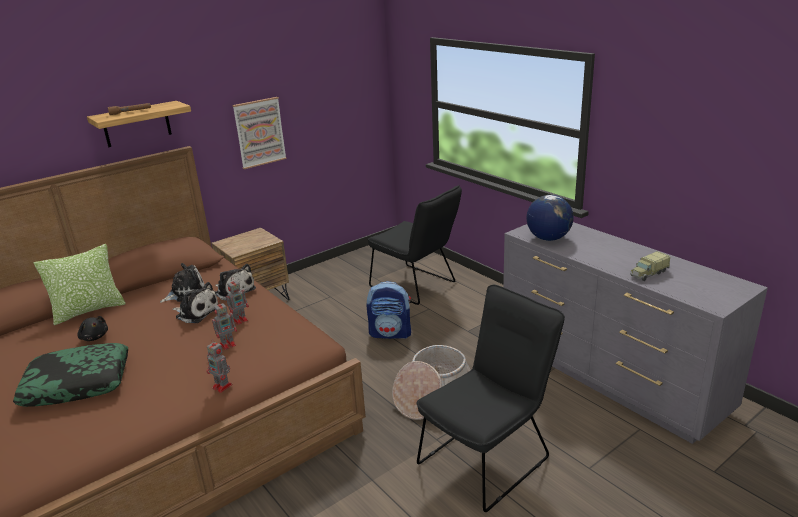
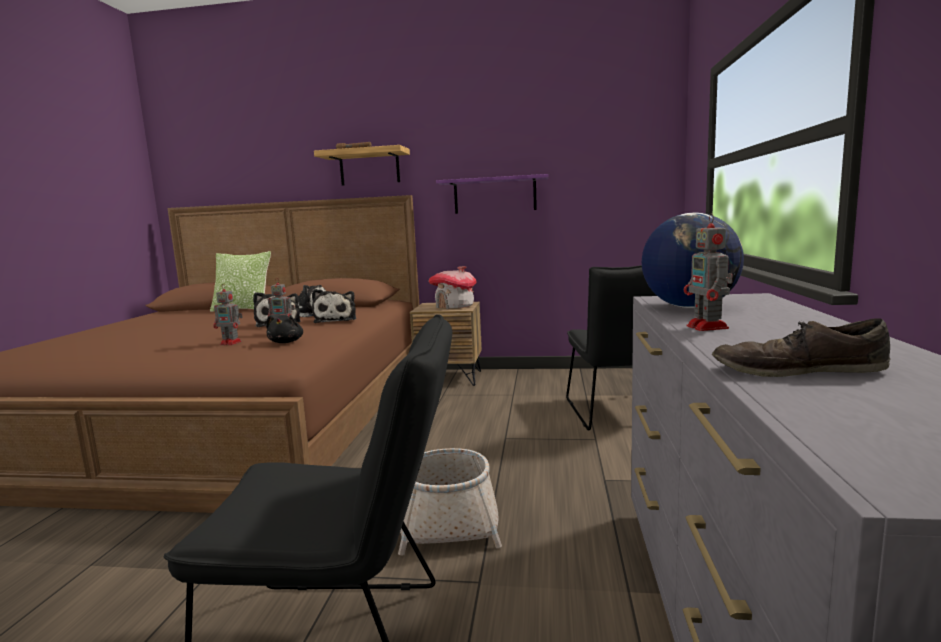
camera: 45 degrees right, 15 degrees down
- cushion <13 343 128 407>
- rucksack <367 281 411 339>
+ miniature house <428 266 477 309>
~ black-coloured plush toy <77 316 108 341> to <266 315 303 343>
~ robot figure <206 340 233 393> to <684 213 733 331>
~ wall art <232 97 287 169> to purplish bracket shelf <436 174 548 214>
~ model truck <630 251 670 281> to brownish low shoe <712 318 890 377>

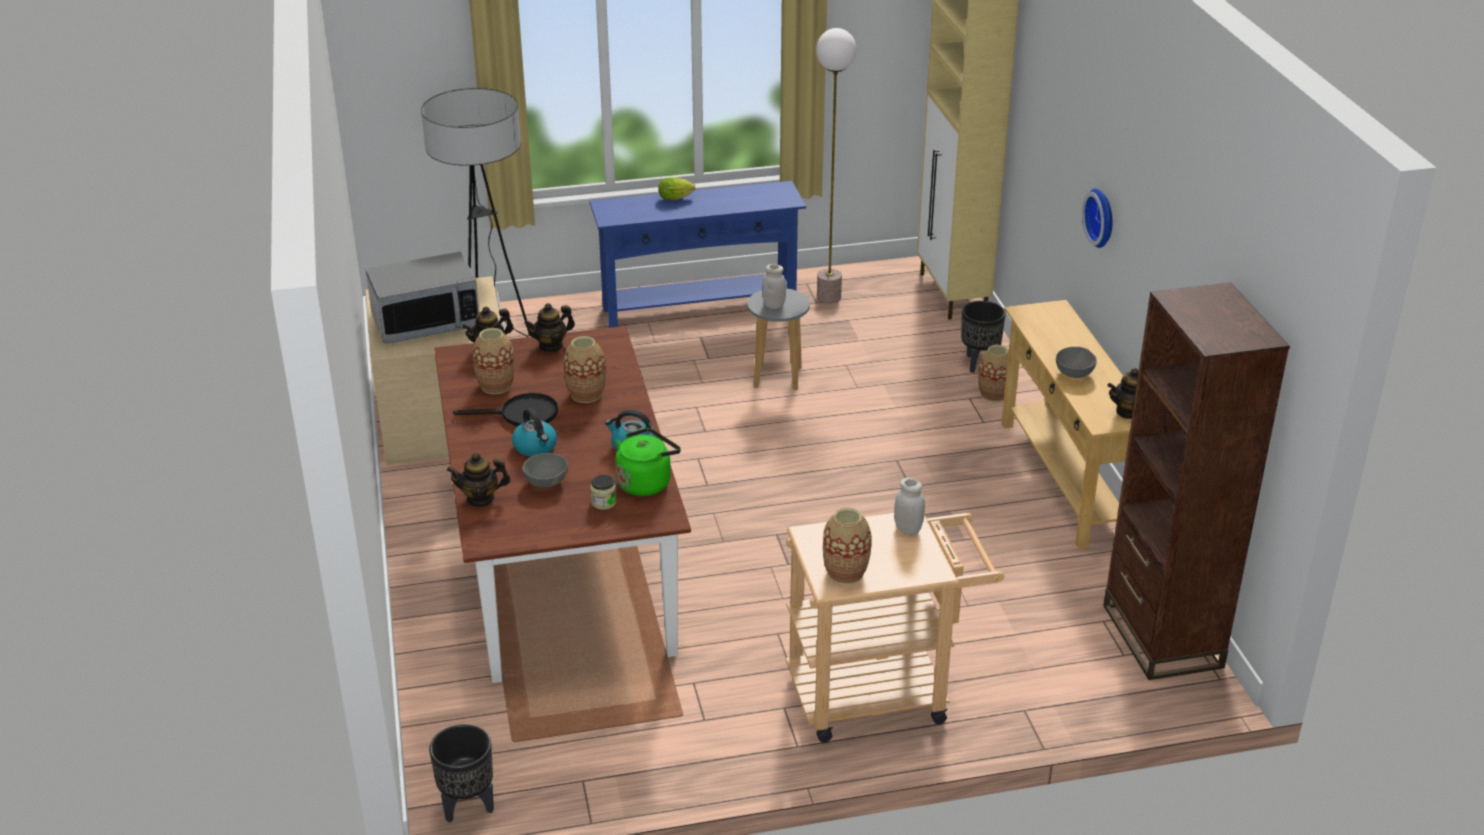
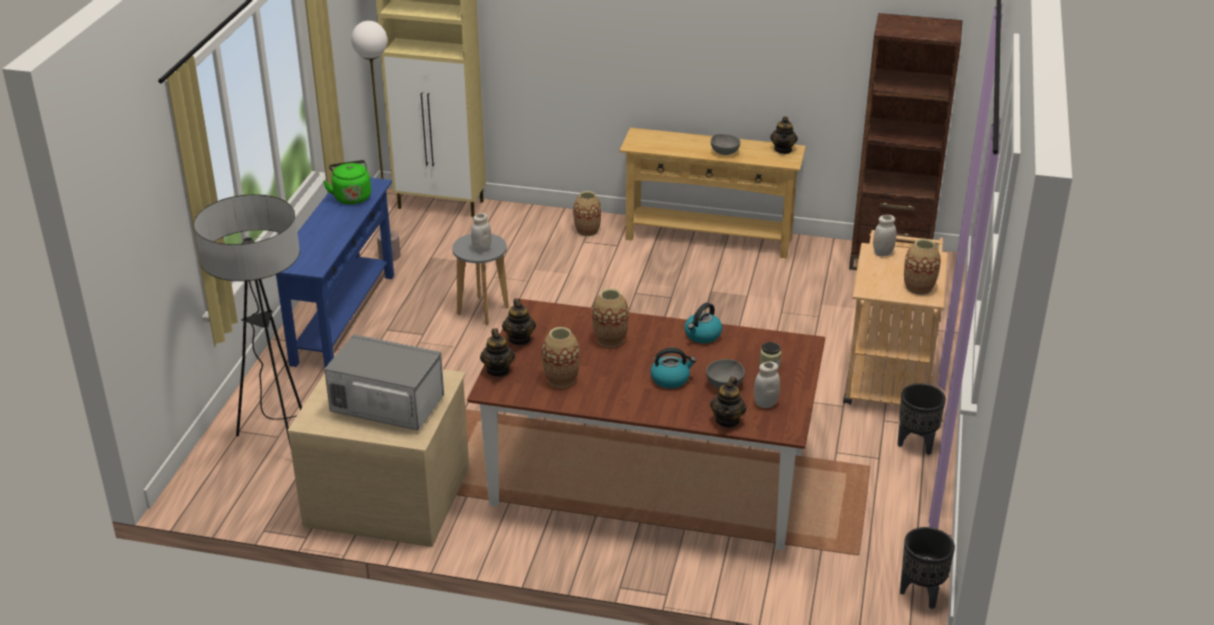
camera: 65 degrees left, 0 degrees up
- black-coloured pan <453 393 558 427>
- head of lettuce <658 177 695 200>
- hanging clock <1082 189 1112 248>
+ white storage jar <754 361 780 408>
~ green-coloured water kettle <615 428 681 496> to <323 160 371 205>
~ black-coloured planter <961 301 1006 373> to <898 383 946 455>
~ kitchen microwave <366 252 479 344> = <324 334 444 430> 75 degrees counterclockwise

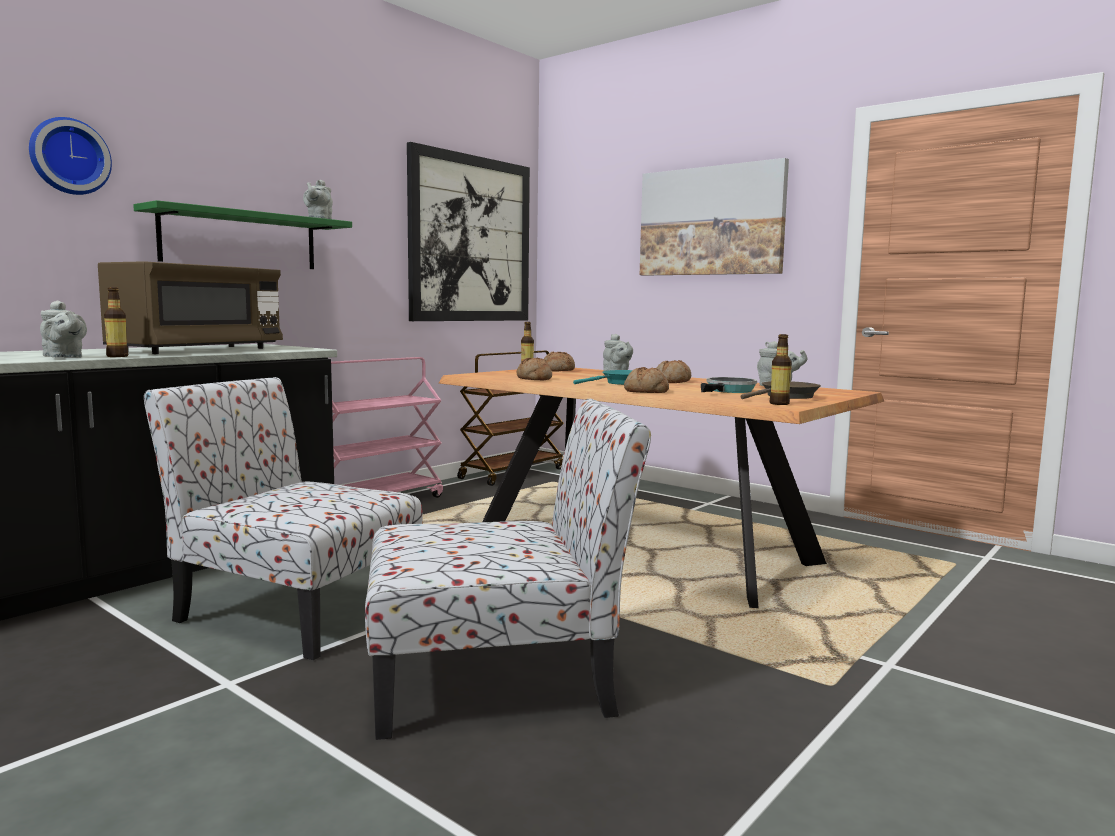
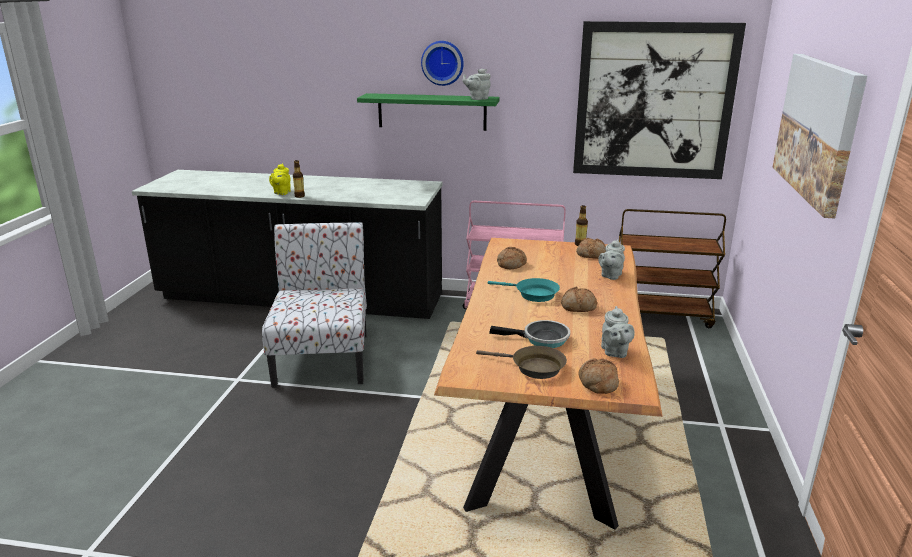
camera: 60 degrees right, 15 degrees up
- brownish kitchen microwave <98 261 283 354>
- upright chair <365 399 651 740>
- bottle <770 334 792 405>
~ hanging clock <29 117 112 195> to <421 41 464 86>
~ bread <624 367 669 393> to <579 358 619 394>
~ greyish tea pot <40 300 87 358> to yellow-coloured tea pot <269 163 291 195>

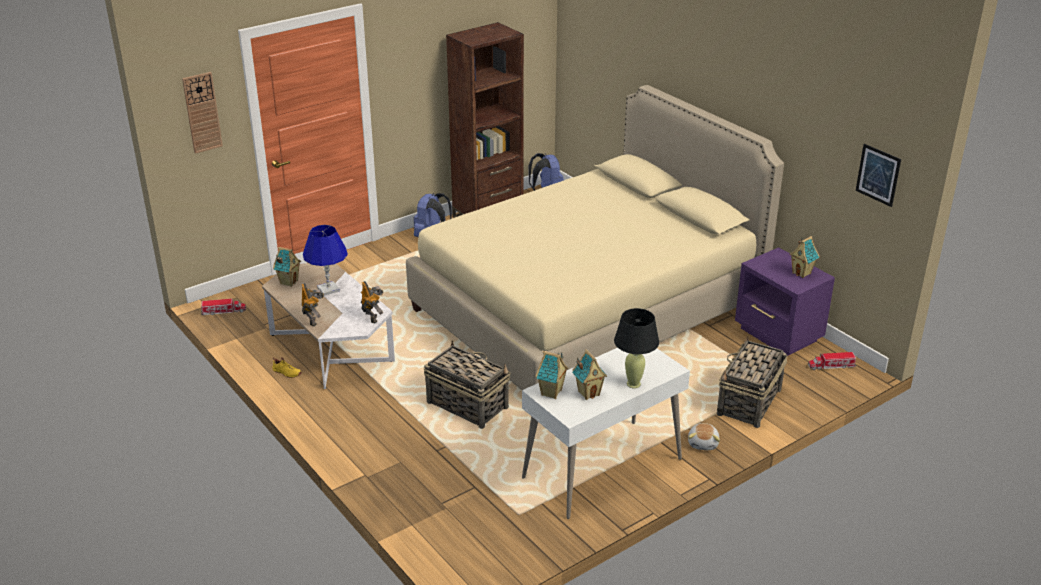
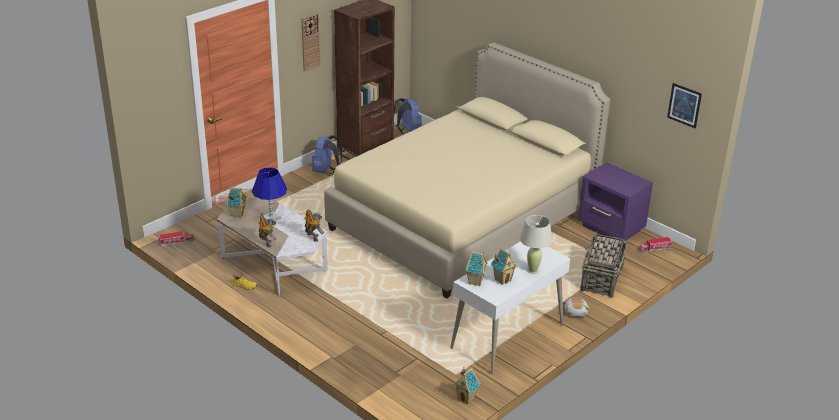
camera: 10 degrees left, 0 degrees up
- household basket <424 340 510 429>
~ hanging clock <182 72 223 154> to <301 13 321 72>
~ miniature house <789 236 819 278> to <454 367 481 404>
~ black-coloured table lamp <614 308 659 388> to sand-coloured table lamp <520 215 553 274>

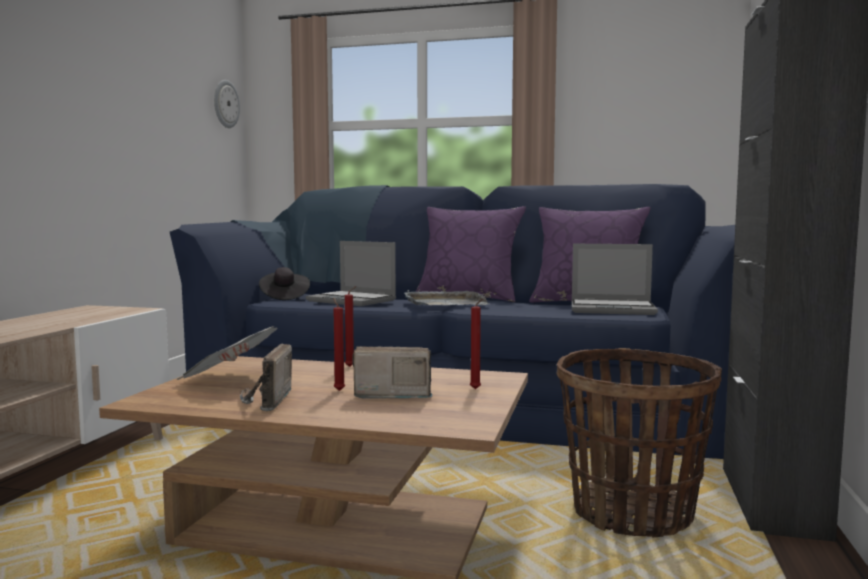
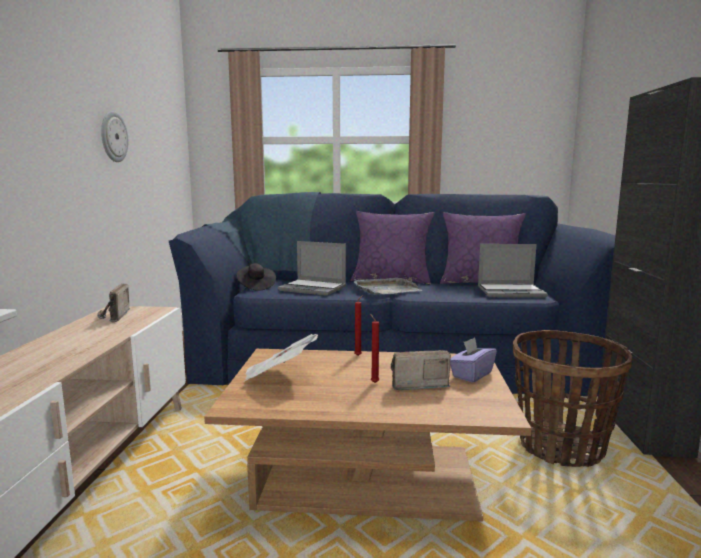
camera: 10 degrees left, 5 degrees up
~ hanging clock <214 80 240 128> to <101 111 128 162>
~ radio receiver <240 343 292 411> to <97 283 130 322>
~ red-coloured wax light <470 299 483 389> to purplish tissue box <450 337 497 383>

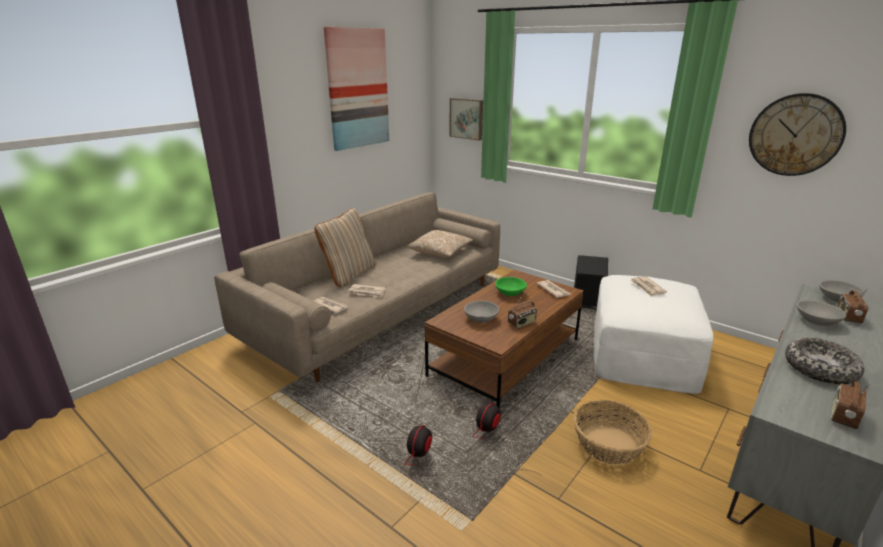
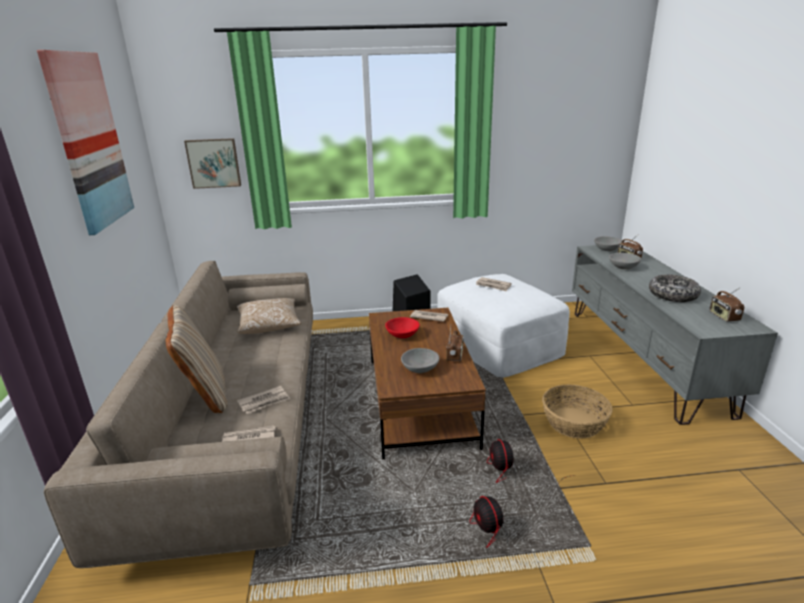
camera: 45 degrees left, 0 degrees up
- hanging clock <749 93 846 176>
~ green-coloured bowl <495 277 527 296> to red-coloured bowl <385 317 420 338>

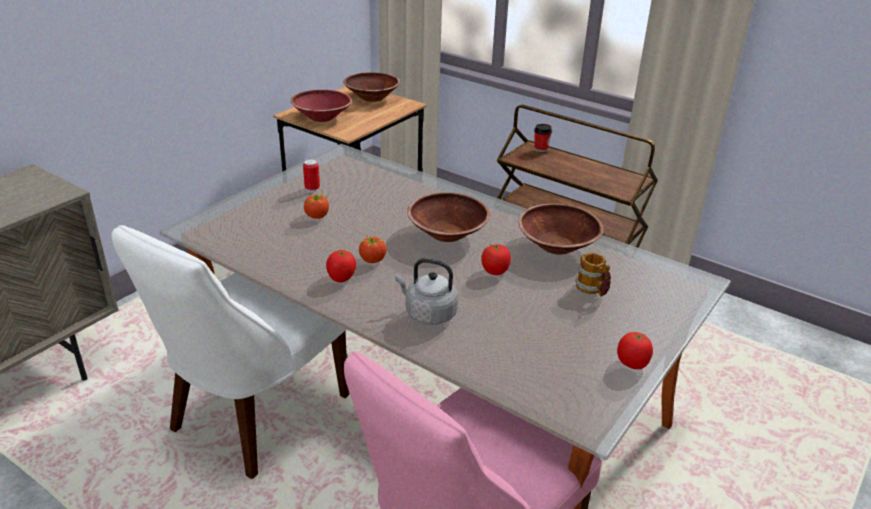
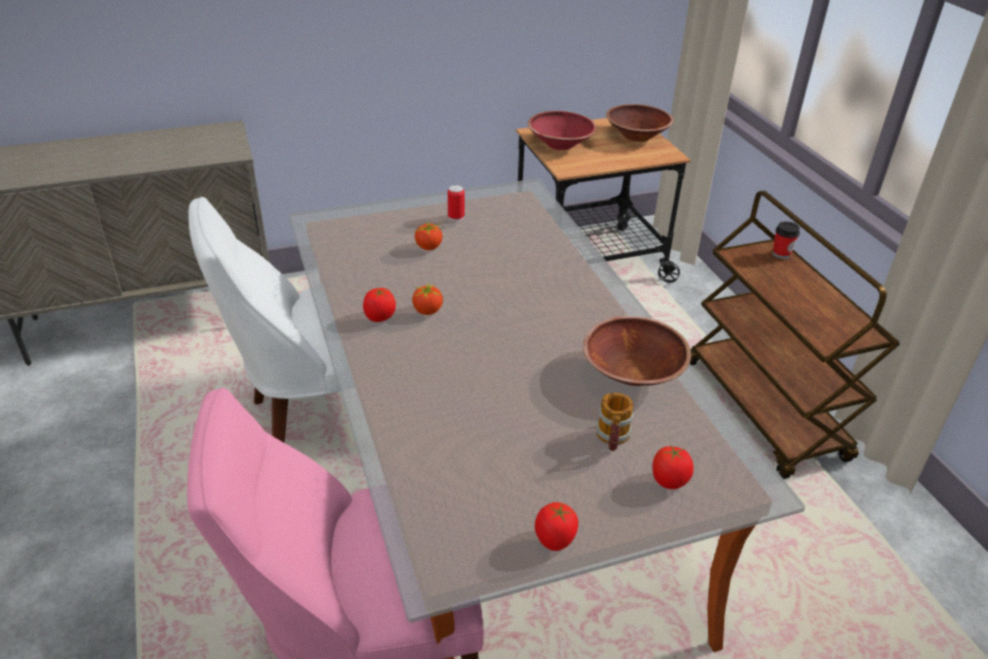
camera: 35 degrees right, 5 degrees up
- greyish water kettle <395 258 458 325>
- brownish bowl <407 192 490 242>
~ whole tomato <481 243 511 275> to <652 445 694 489>

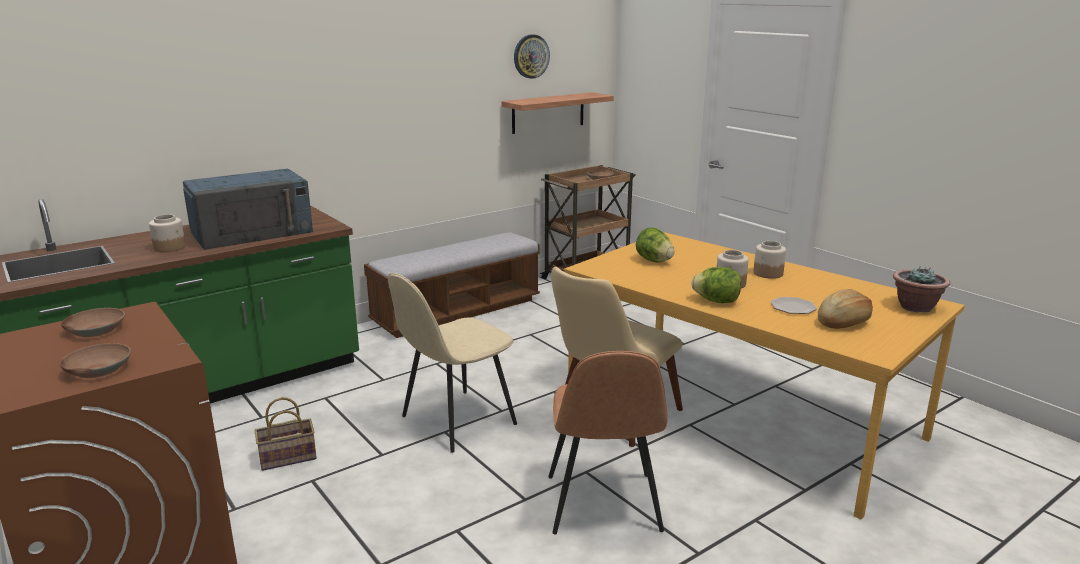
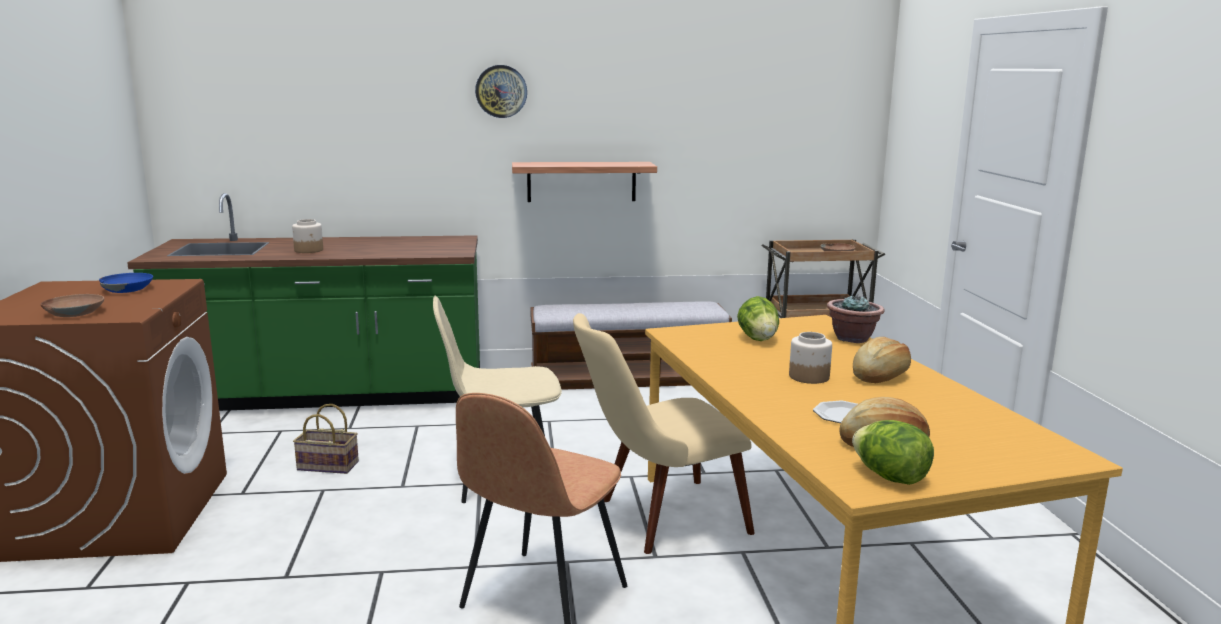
camera: 30 degrees right, 5 degrees down
- blue-coloured kitchen microwave <183 169 313 250>
~ bracket shelf <502 92 614 134> to <512 162 657 202>
~ hanging clock <514 35 550 79> to <475 65 527 118>
~ head of lettuce <691 267 741 303> to <852 420 934 485>
~ plant in a pot <893 266 950 312> to <827 294 884 343>
~ storage jar <753 241 786 279> to bread <853 337 911 383>
~ brownish bowl <61 308 125 337> to blue-coloured bowl <99 273 153 293>

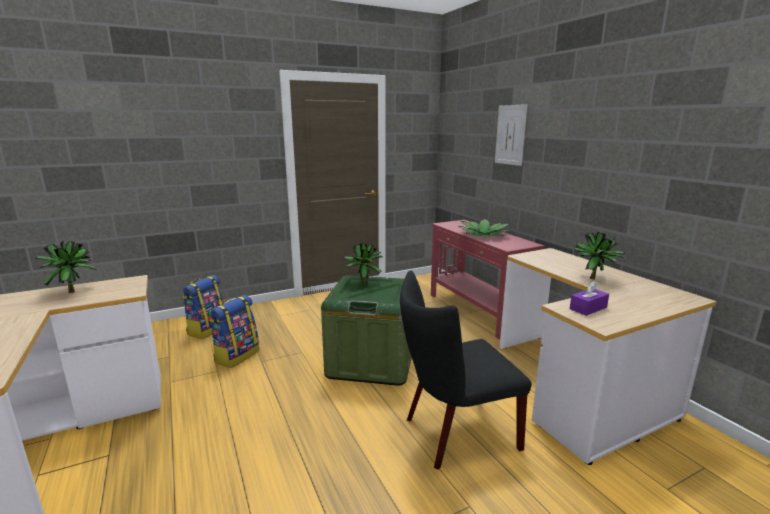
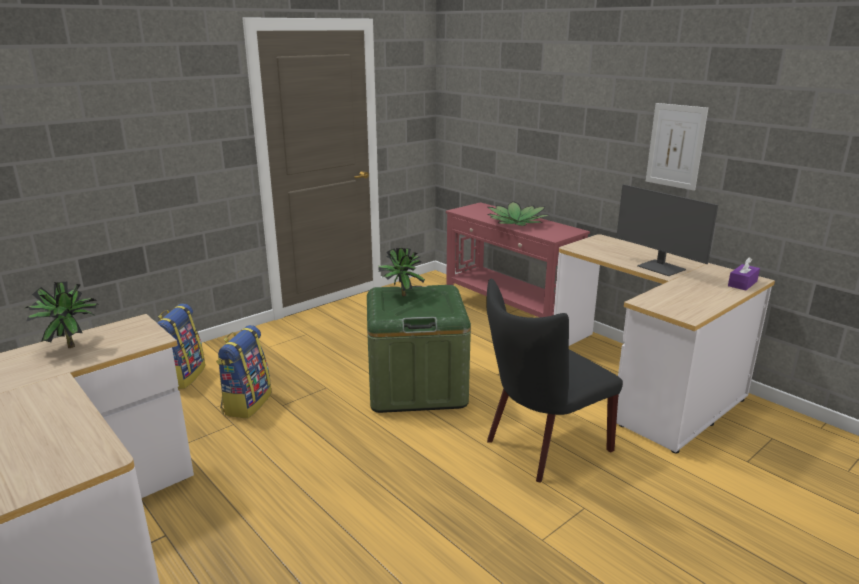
camera: 15 degrees left, 5 degrees up
~ wall art <495 104 528 166> to <646 103 708 191>
~ purplish tissue box <570 281 609 316> to <728 257 760 290>
~ plant in a pot <574 232 626 279> to computer screen <616 184 718 276>

